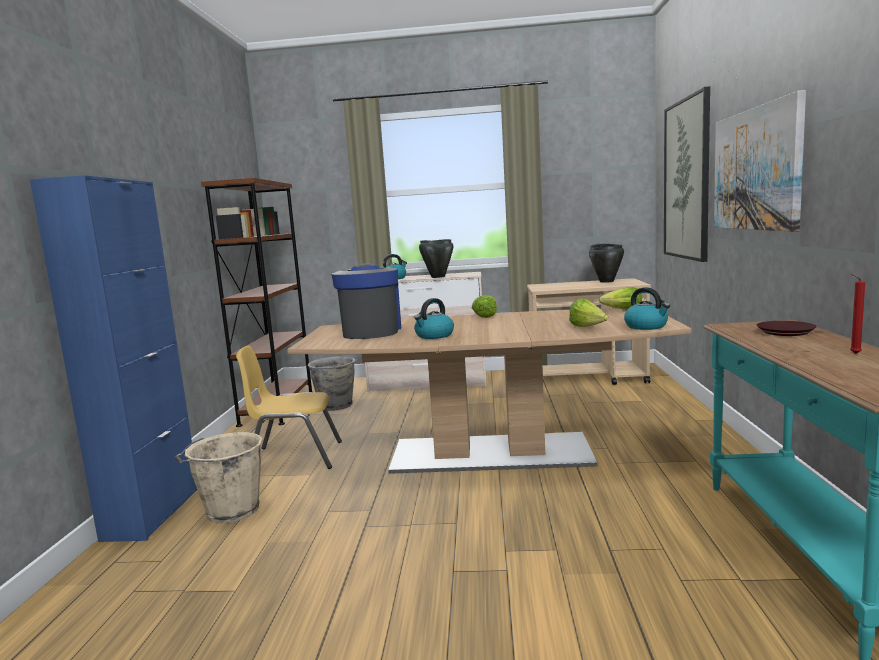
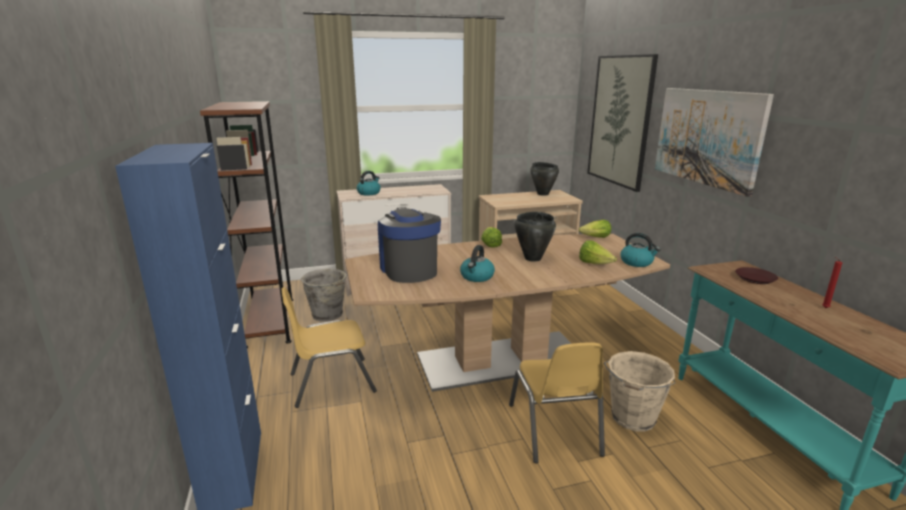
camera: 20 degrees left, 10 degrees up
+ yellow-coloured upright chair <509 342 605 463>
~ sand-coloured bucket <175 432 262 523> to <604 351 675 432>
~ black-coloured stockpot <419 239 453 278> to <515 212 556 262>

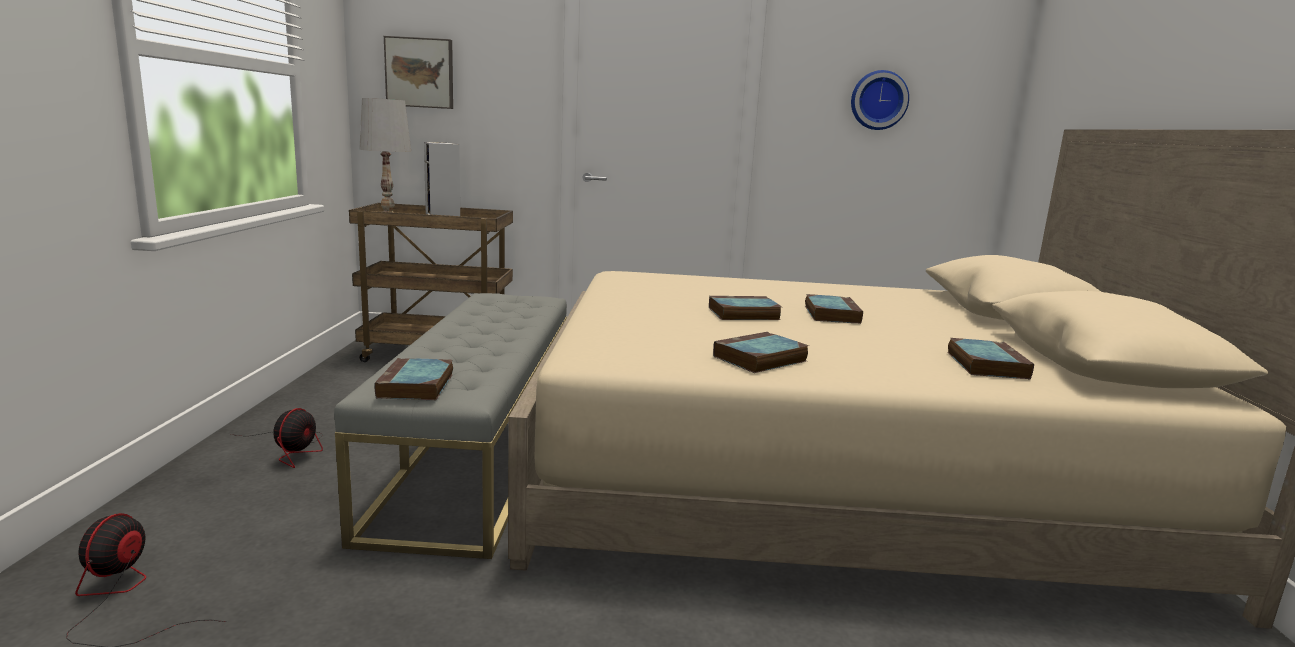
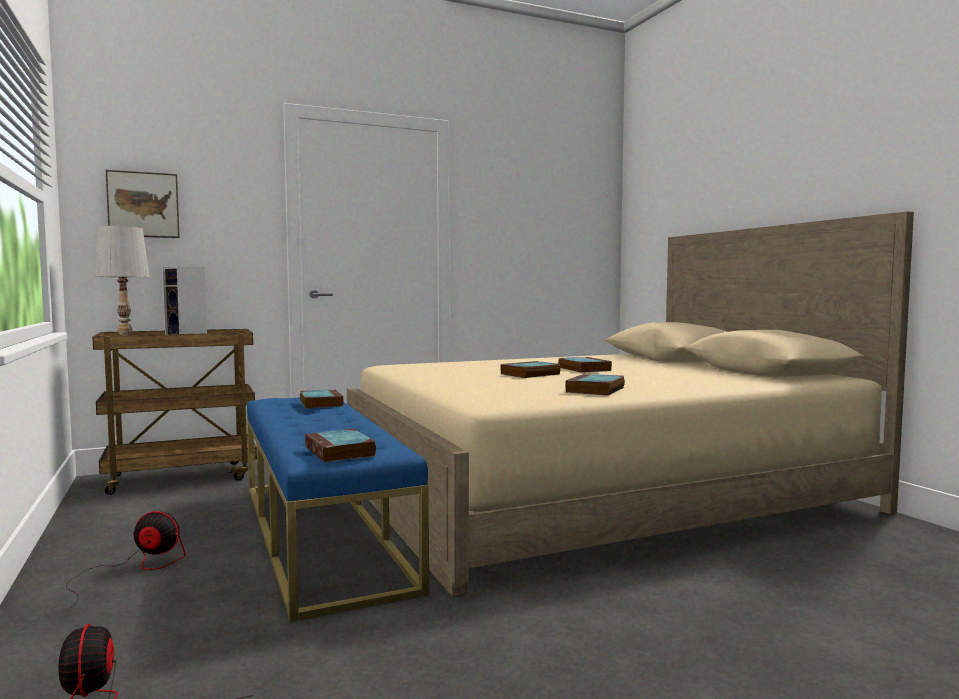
camera: 25 degrees left, 10 degrees down
- hanging clock <851 70 909 130>
~ volume <947 338 1034 379> to <300 389 344 409>
~ greyish bench <334 293 567 559> to blue-coloured bench <247 397 429 622>
~ fan <231 408 323 468> = <66 511 185 611> 75 degrees counterclockwise

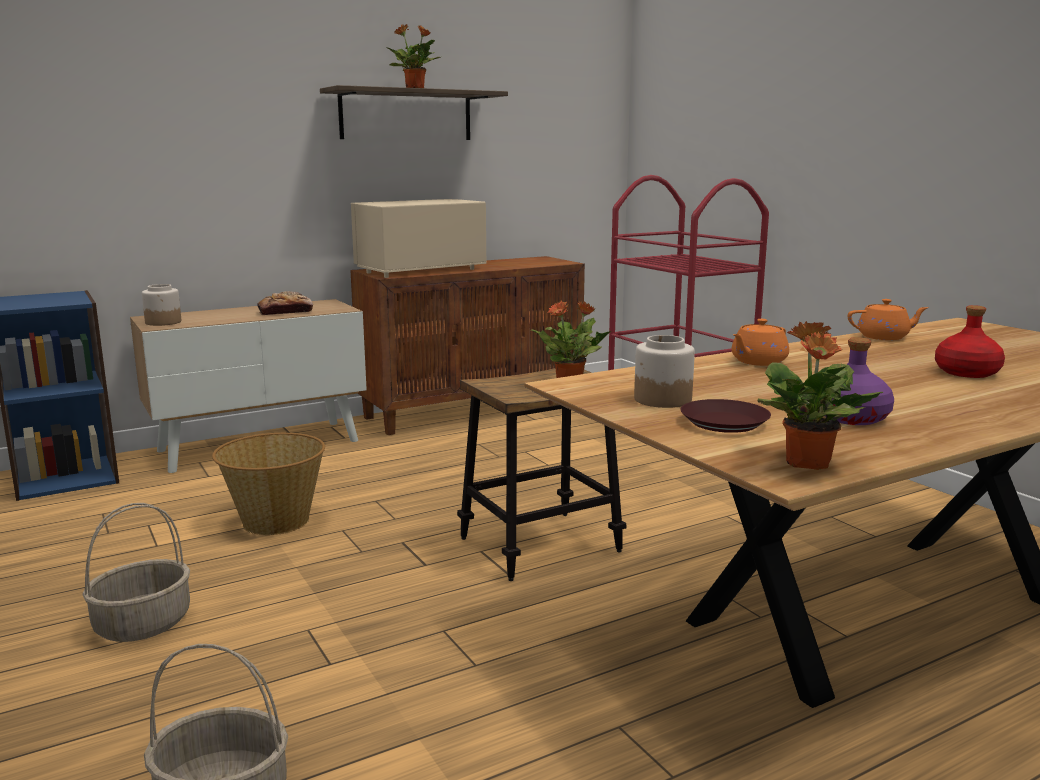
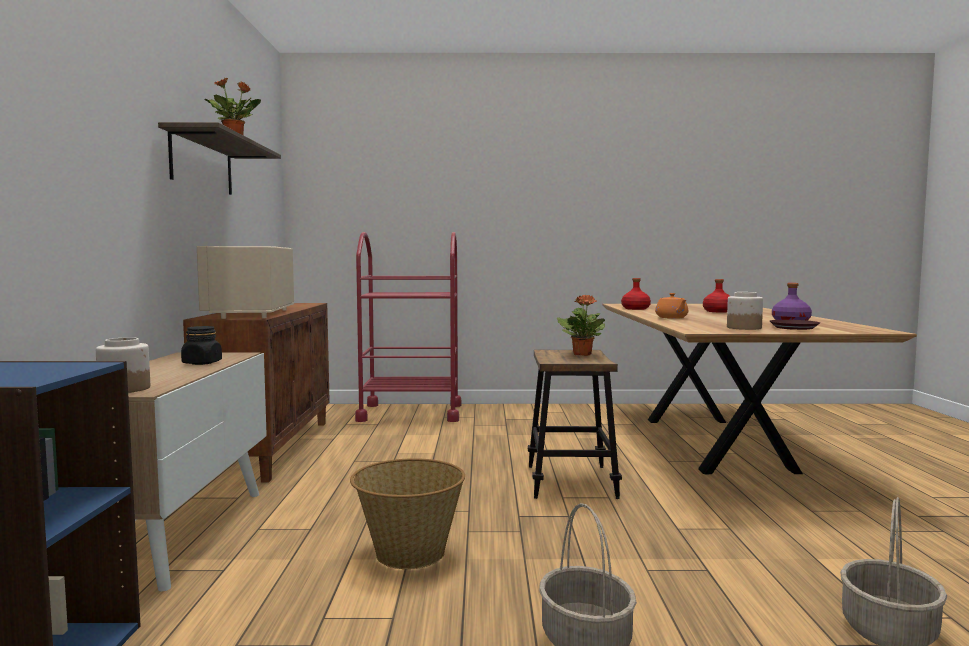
camera: 60 degrees left, 10 degrees down
- plant in a pot <758 321 884 470>
~ bread <257 291 313 315> to black-coloured storage jar <181 326 222 365>
~ orange tea pot <848 299 929 340> to red-coloured bottle <621 278 651 310>

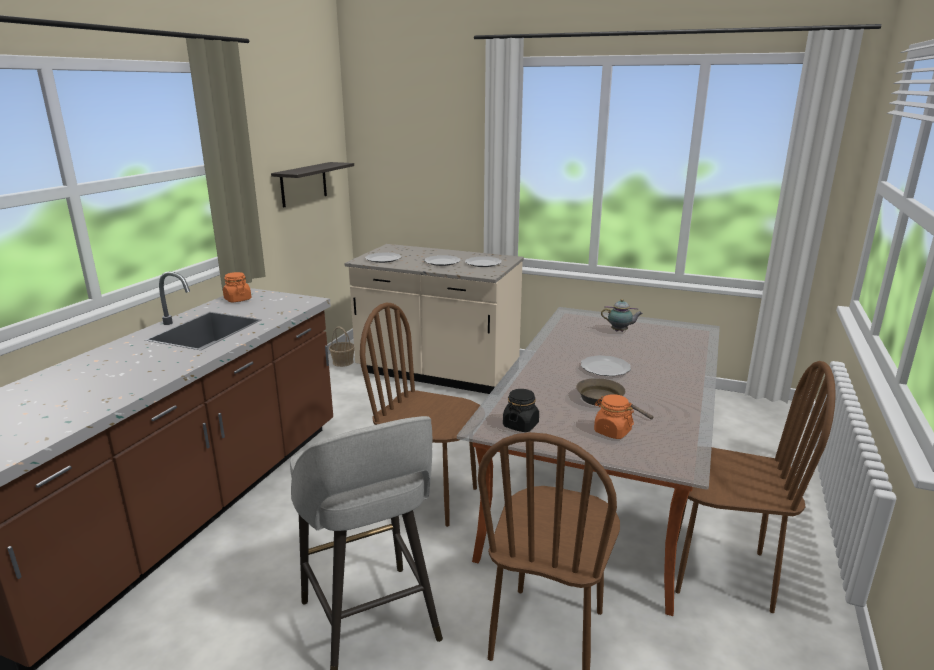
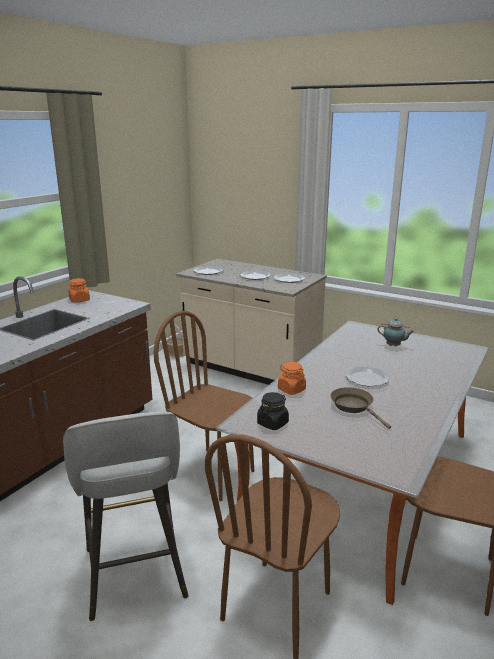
camera: 10 degrees right, 0 degrees up
- bracket shelf <271 162 354 208>
~ orange storage jar <594 394 634 439> to <278 362 306 395>

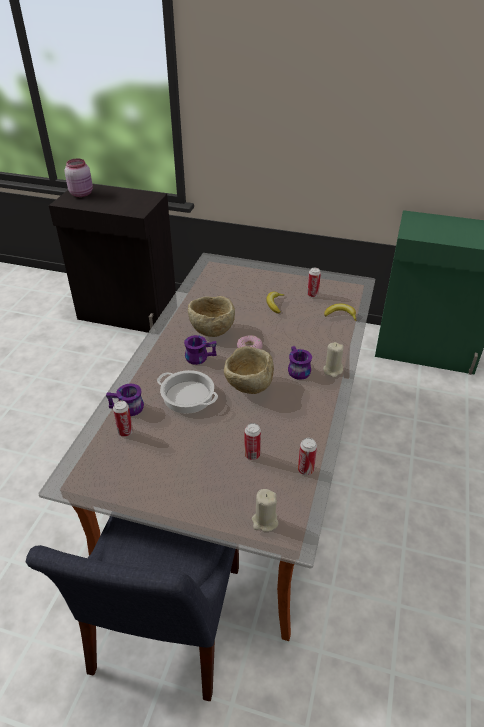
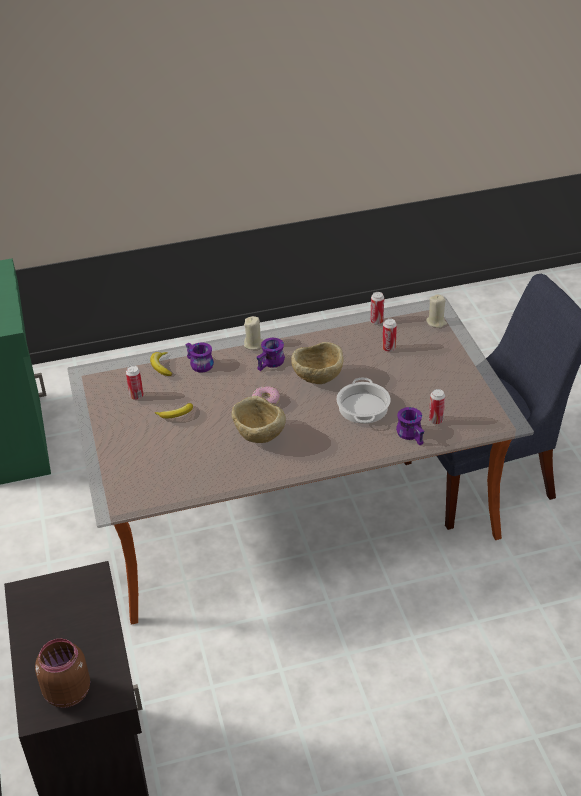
camera: 120 degrees left, 0 degrees up
~ purplish tea mug <184 335 217 365> to <186 342 214 373>
~ pink storage jar <64 159 93 197> to brownish storage jar <35 639 90 708>

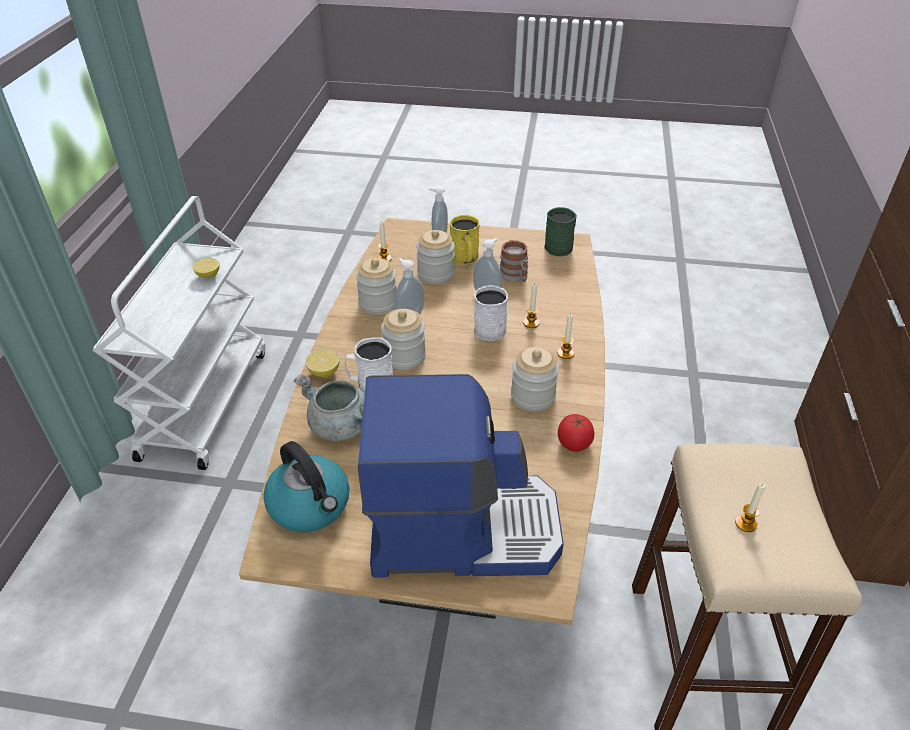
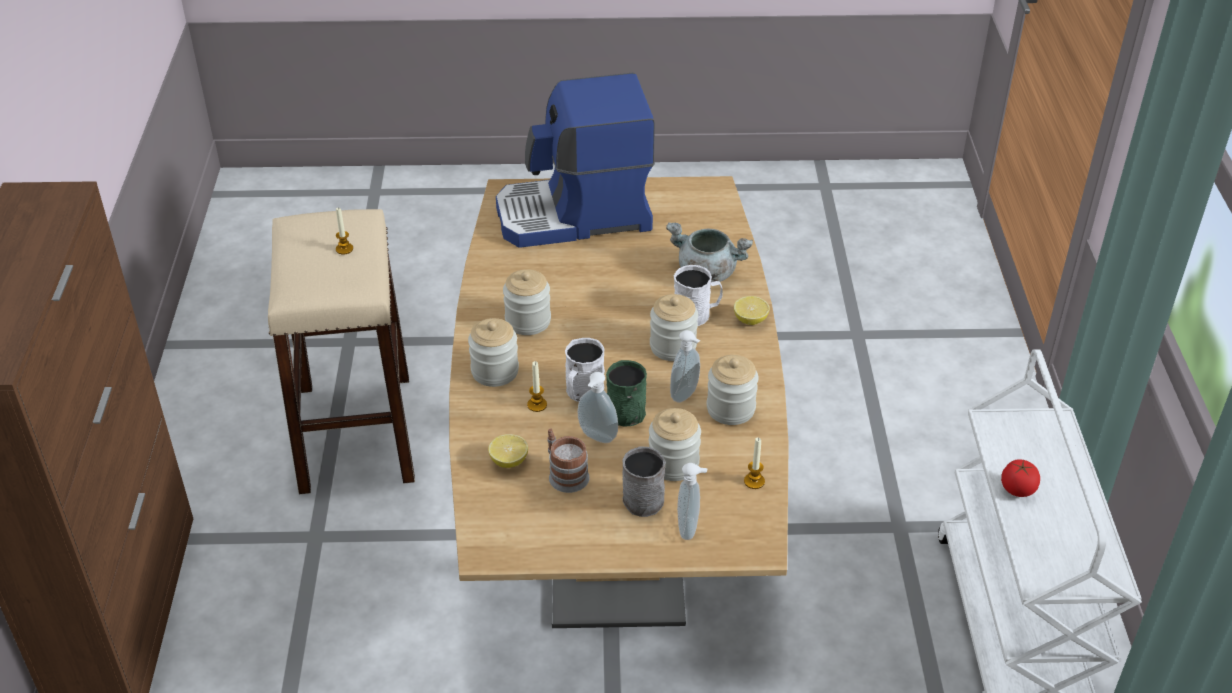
camera: 170 degrees right, 0 degrees up
- water kettle <263 441 350 532>
~ whole lemon <192 258 220 278> to <488 434 528 468>
~ green-coloured tea mug <544 207 577 256> to <606 360 647 426>
~ whole tomato <558 414 594 452> to <1001 459 1040 497>
~ wax light <557 314 574 359> to storage jar <468 318 519 387>
~ yellow-coloured tea mug <450 215 480 265> to greyish tea mug <622 446 666 517>

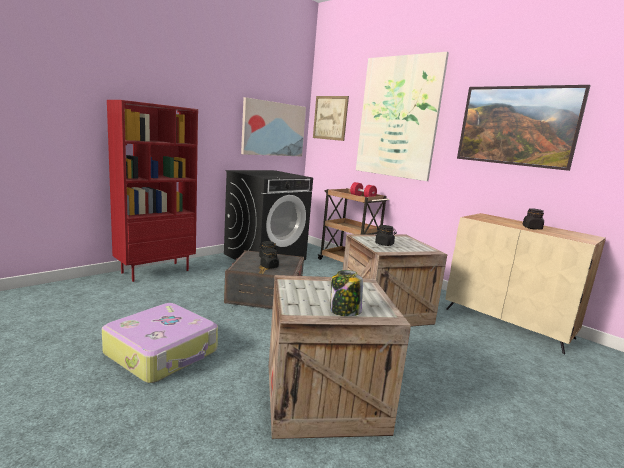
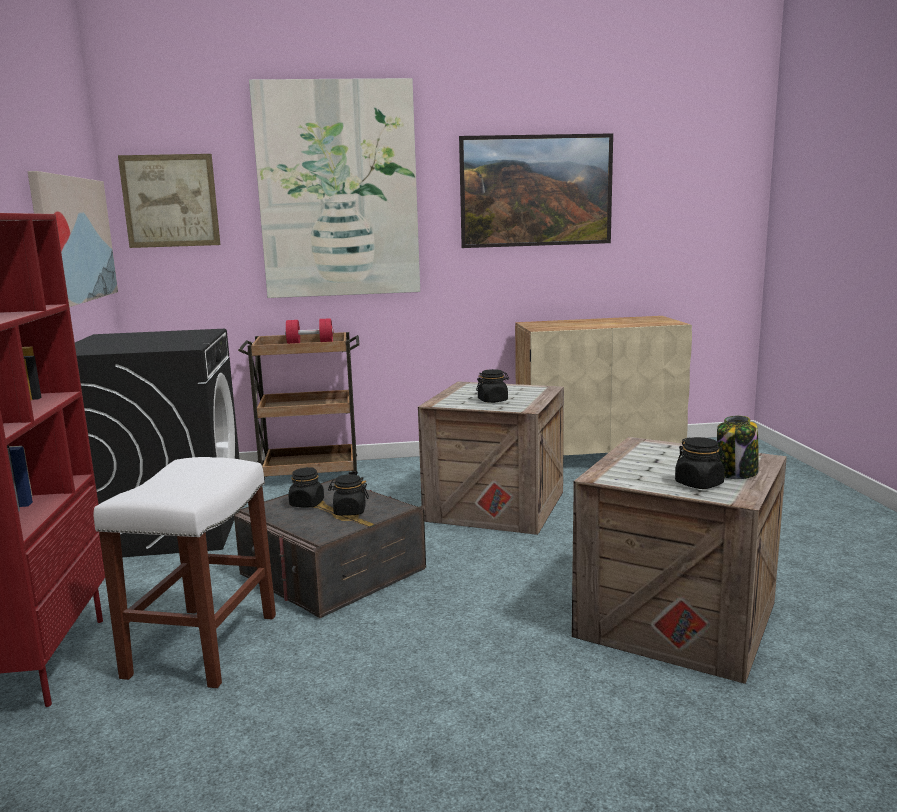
camera: 50 degrees left, 0 degrees up
- suitcase <102 303 218 383>
+ white stool <94 457 276 688>
~ black-coloured storage jar <523 208 544 230> to <675 437 725 489>

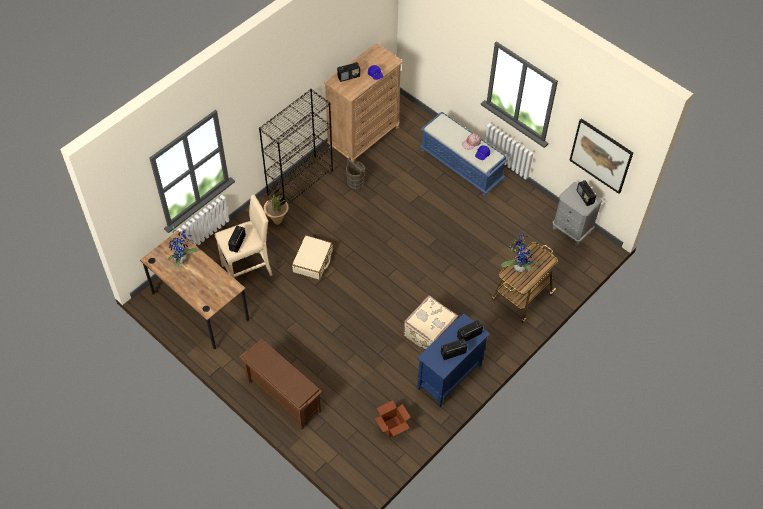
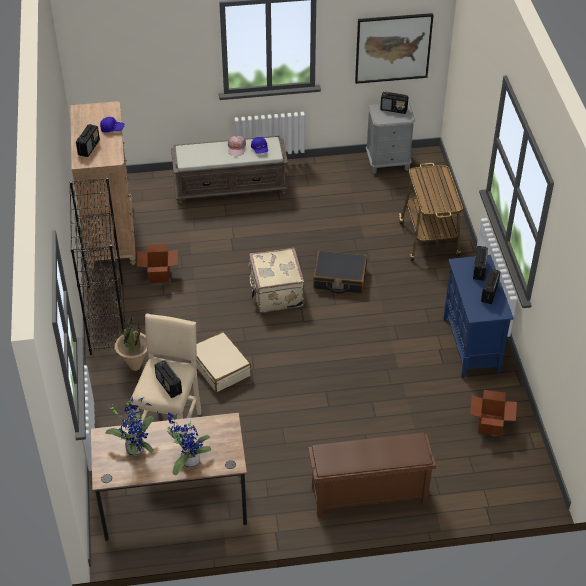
camera: 50 degrees left, 10 degrees down
+ black-coloured suitcase <313 250 367 294>
~ sand-coloured suitcase <403 295 458 351> to <248 248 305 313>
~ plant in a pot <501 233 539 273> to <168 412 211 475>
~ brownish bucket <346 158 365 189> to carton <137 244 178 283>
~ blue-coloured bench <419 112 508 196> to brownish bench <171 136 288 205>

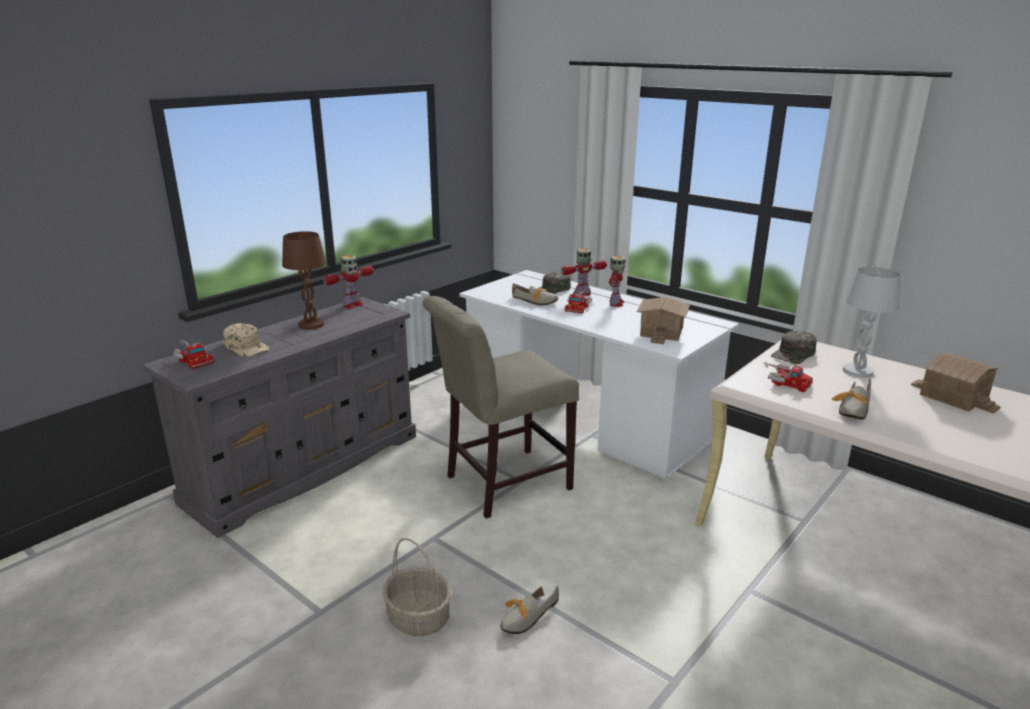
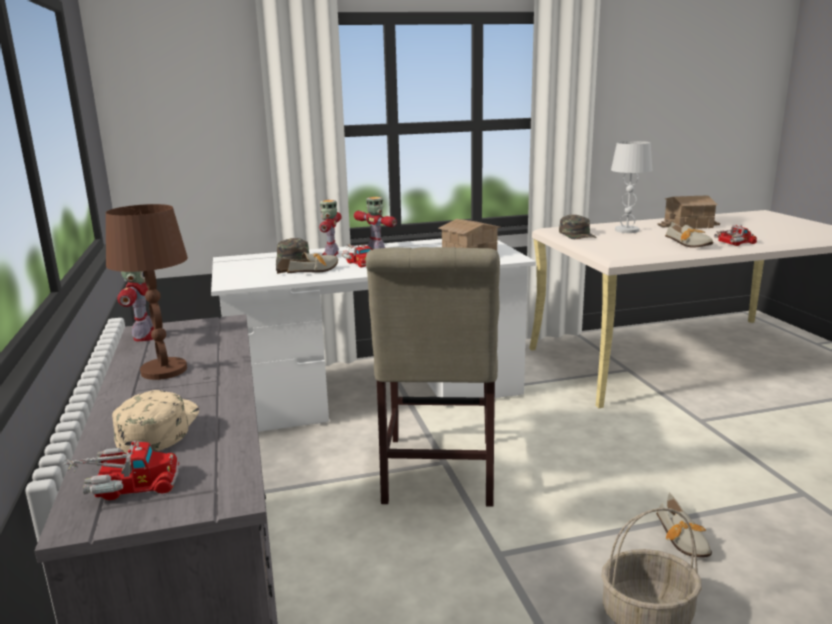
camera: 55 degrees left, 5 degrees down
~ model truck <763 362 813 392> to <714 224 757 246>
~ sand-coloured peaked cap <223 323 270 357> = <112 390 199 453> 75 degrees counterclockwise

